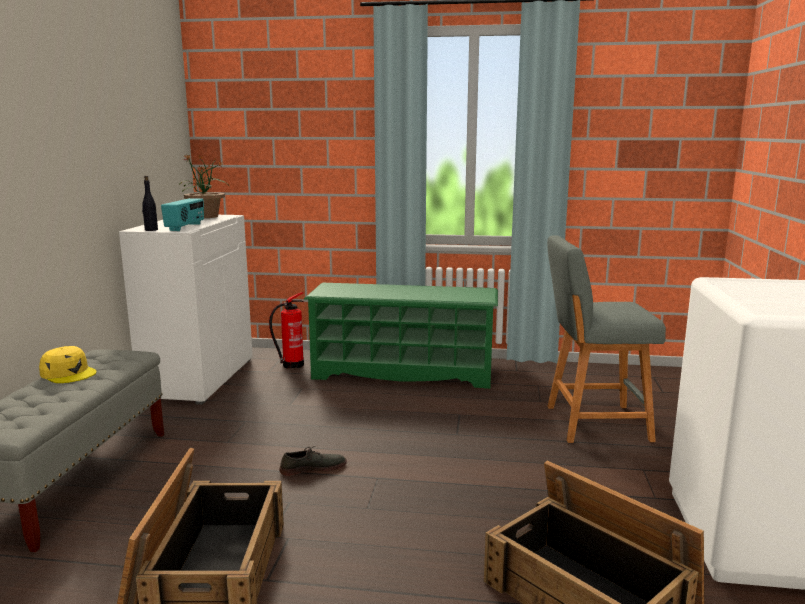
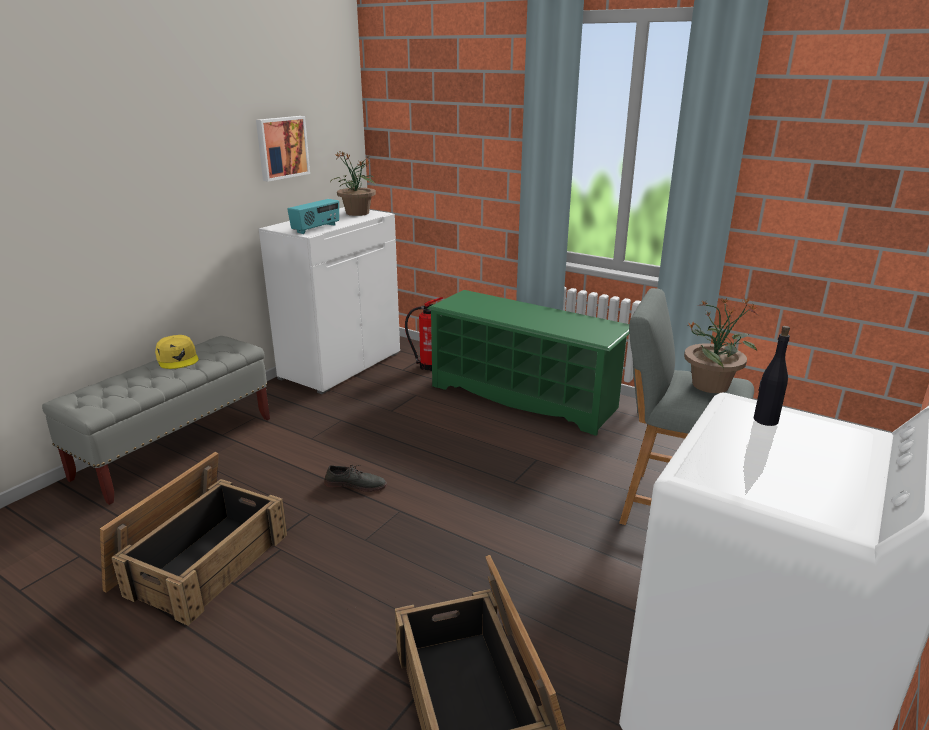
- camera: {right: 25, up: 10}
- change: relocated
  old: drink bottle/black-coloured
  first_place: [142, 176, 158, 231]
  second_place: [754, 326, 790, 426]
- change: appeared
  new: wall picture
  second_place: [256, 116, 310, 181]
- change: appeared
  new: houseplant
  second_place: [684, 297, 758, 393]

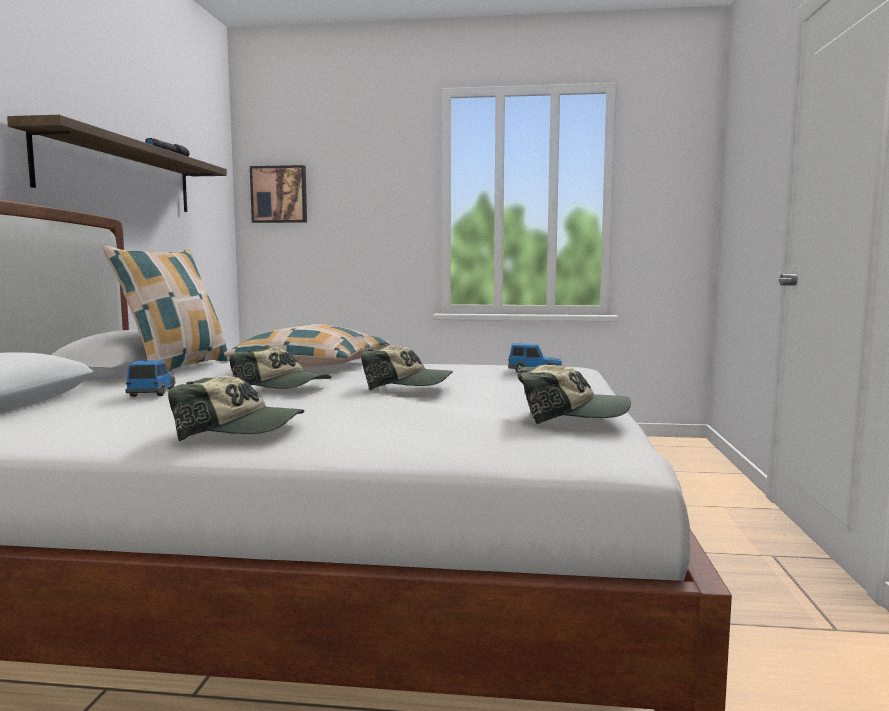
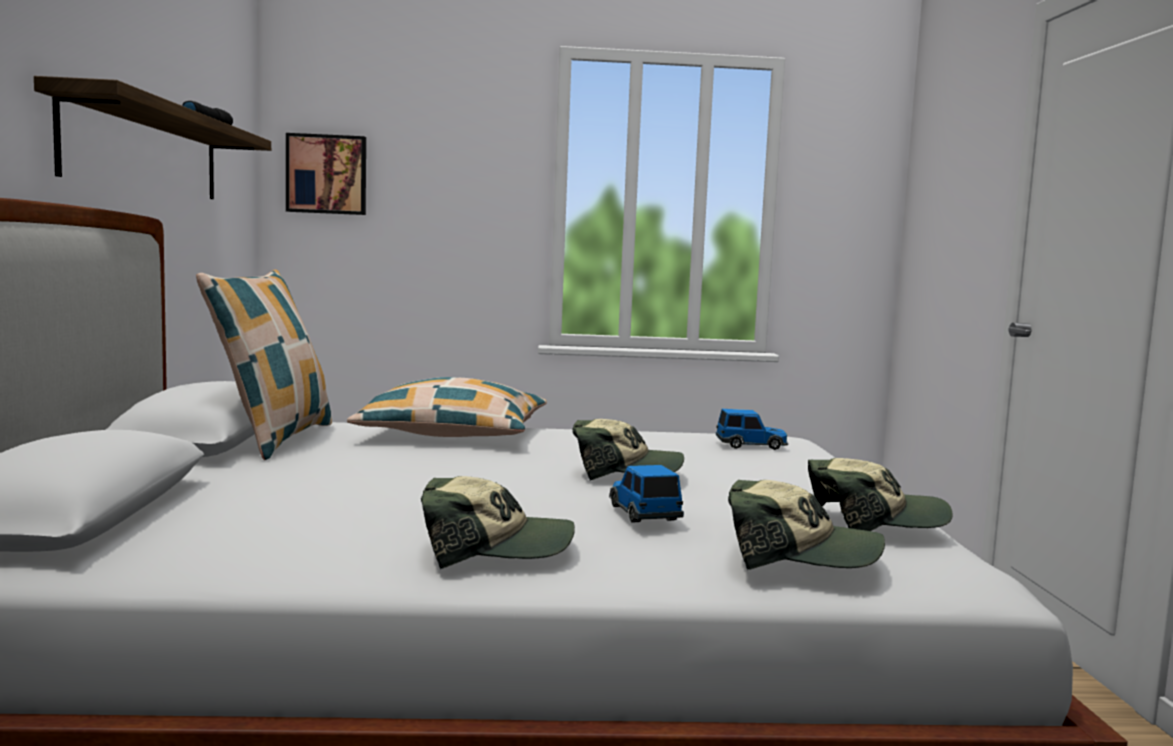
- camera: {right: -10, up: 0}
- change: relocated
  old: model car
  first_place: [125, 360, 176, 397]
  second_place: [609, 465, 684, 523]
- change: relocated
  old: baseball cap
  first_place: [230, 347, 331, 389]
  second_place: [728, 480, 885, 570]

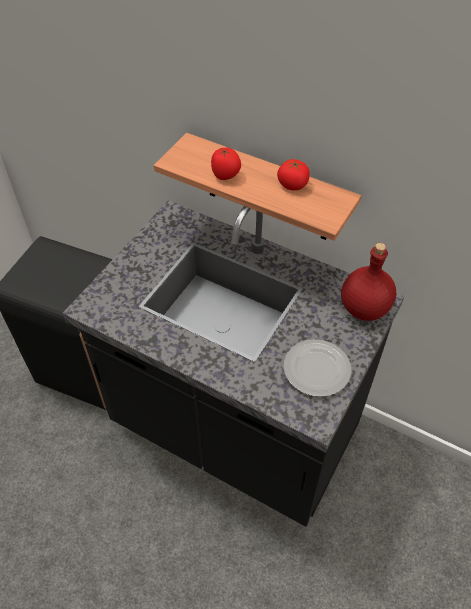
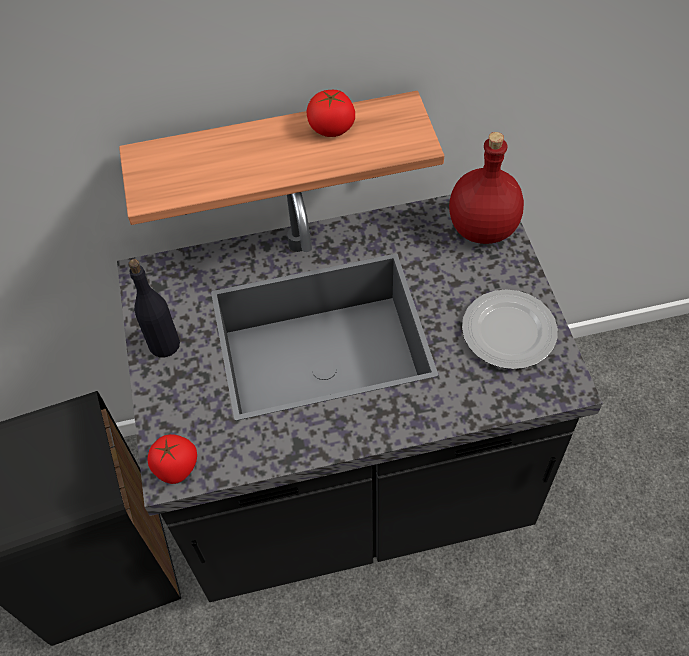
- camera: {right: -40, up: 5}
- change: relocated
  old: tomato
  first_place: [211, 147, 241, 180]
  second_place: [147, 434, 197, 484]
- change: appeared
  new: drink bottle/black-coloured
  second_place: [128, 259, 180, 357]

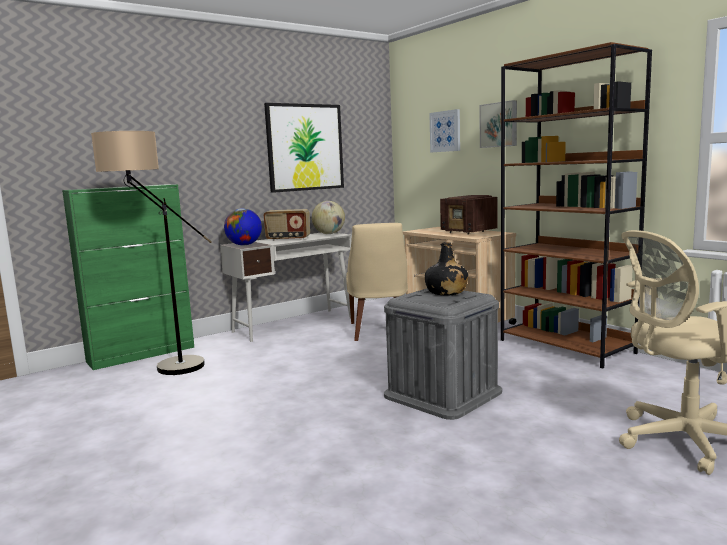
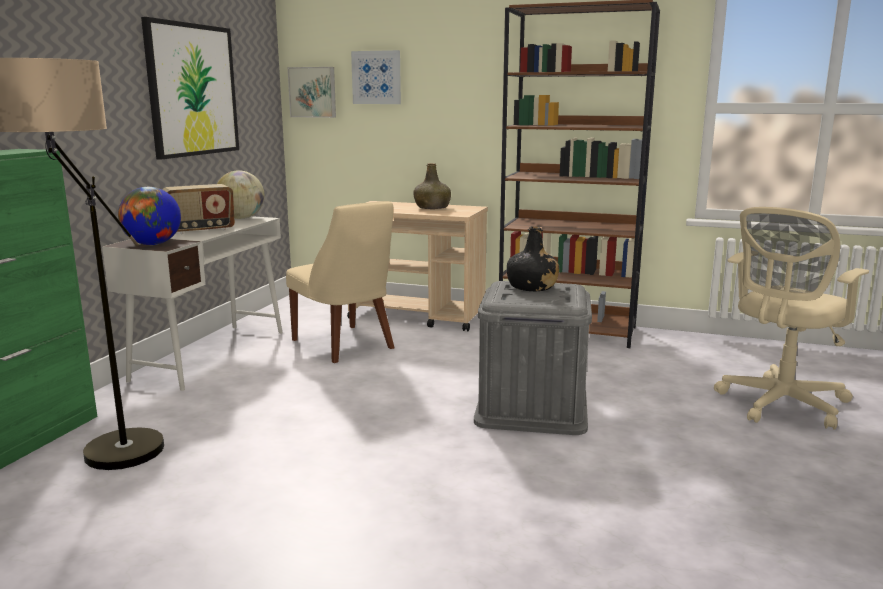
- camera: {right: -35, up: 5}
- change: exchanged
  old: radio
  new: drink bottle/green-coloured
  first_place: [440, 195, 497, 235]
  second_place: [413, 163, 451, 209]
- change: relocated
  old: wall picture
  first_place: [480, 100, 517, 148]
  second_place: [288, 67, 336, 118]

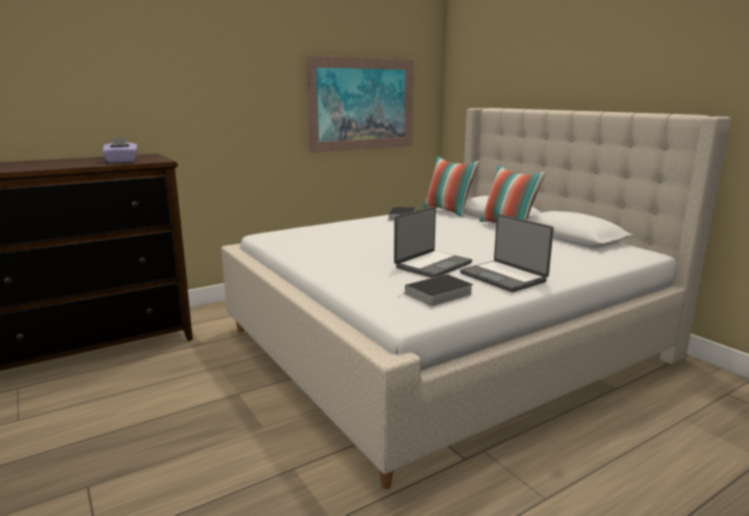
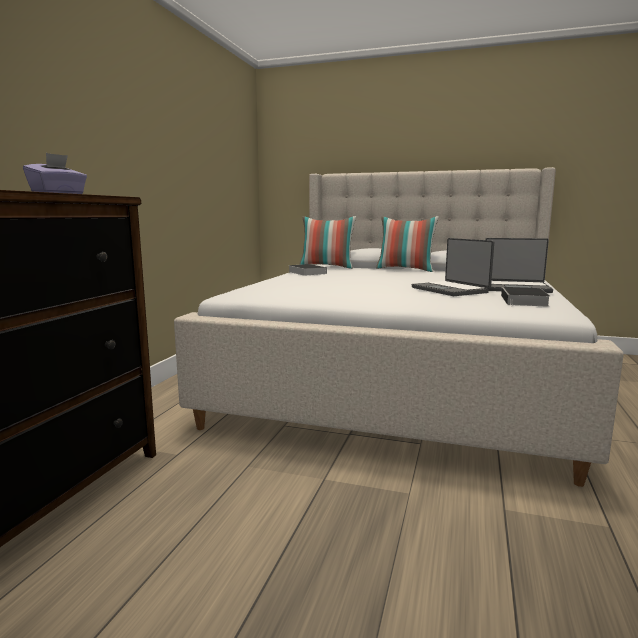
- camera: {right: -40, up: -5}
- change: missing
  old: wall picture
  first_place: [306, 56, 414, 153]
- change: spun
  old: portable computer
  first_place: [394, 206, 472, 278]
  second_place: [412, 238, 494, 296]
  degrees: 150

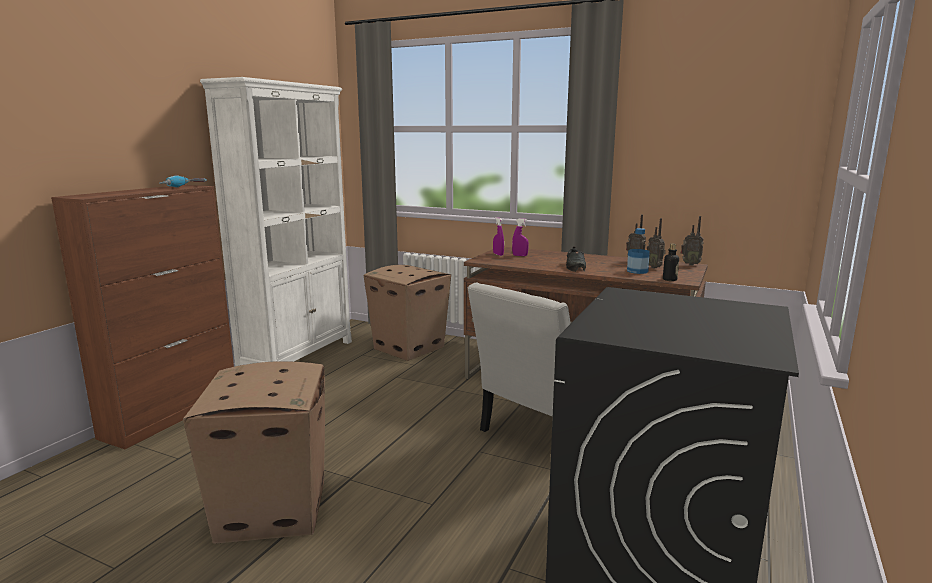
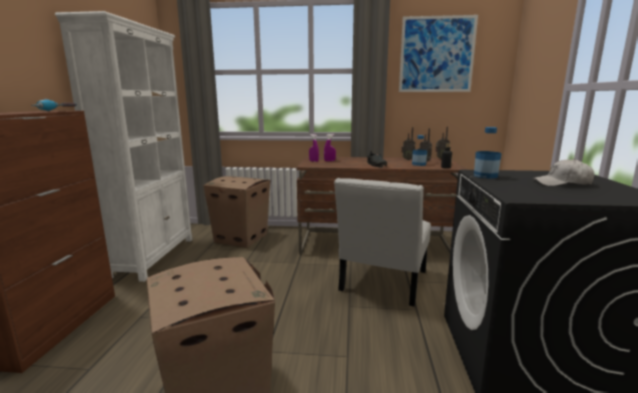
- camera: {right: -20, up: 0}
- change: appeared
  new: wall picture
  second_place: [399, 15, 478, 92]
- change: appeared
  new: drink bottle
  second_place: [474, 127, 501, 179]
- change: appeared
  new: baseball cap/whitish
  second_place: [533, 159, 595, 186]

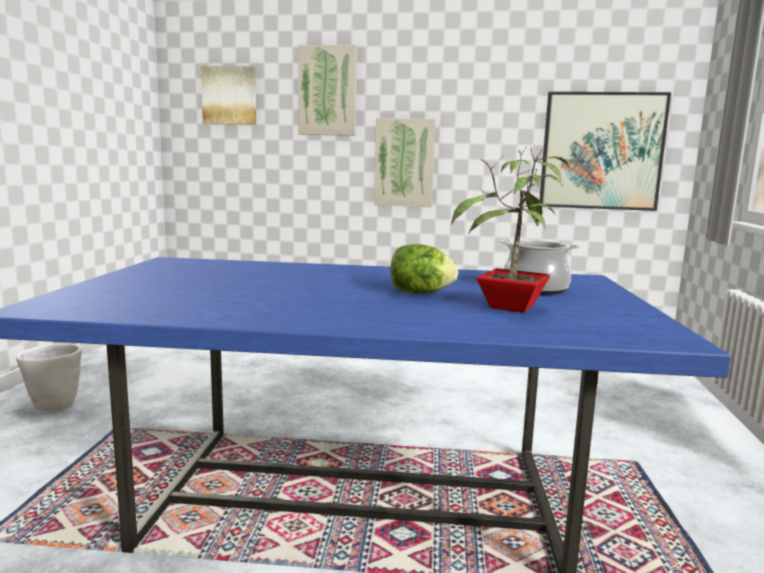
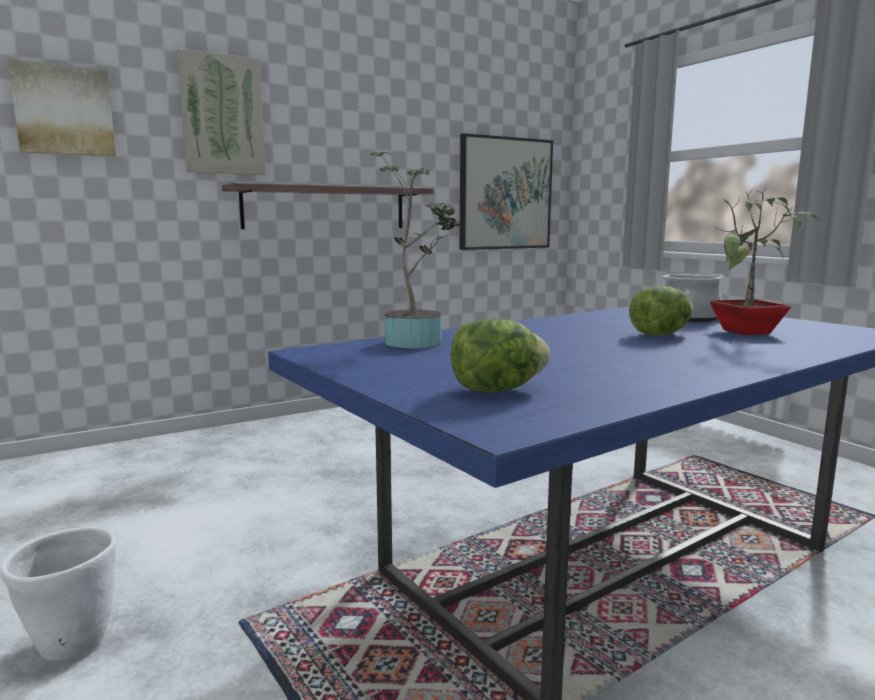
- camera: {right: -40, up: 0}
- change: exchanged
  old: wall picture
  new: shelf
  first_place: [374, 118, 436, 207]
  second_place: [222, 183, 434, 229]
- change: appeared
  new: houseplant
  second_place: [371, 151, 462, 348]
- change: appeared
  new: head of lettuce
  second_place: [451, 318, 550, 392]

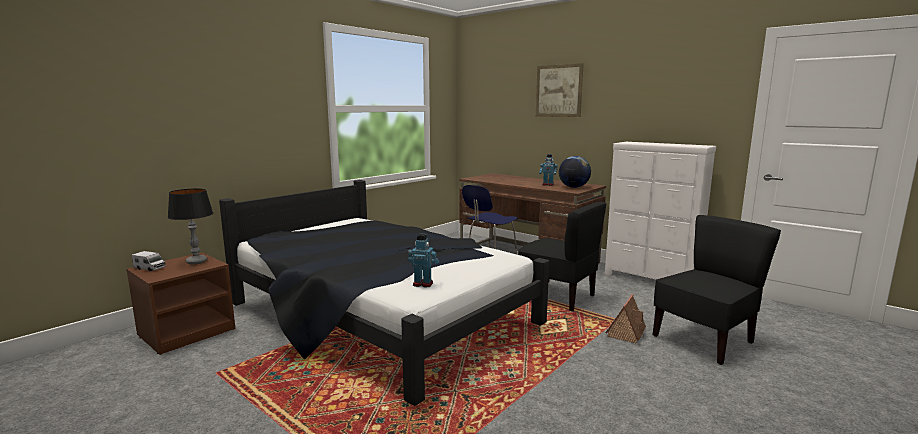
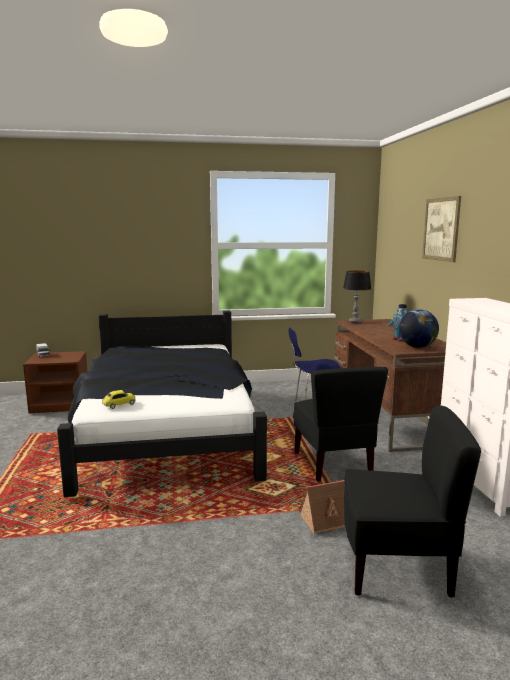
- camera: {right: 40, up: 0}
- change: relocated
  old: table lamp
  first_place: [168, 188, 213, 265]
  second_place: [343, 271, 371, 323]
- change: exchanged
  old: toy robot
  new: model car
  first_place: [408, 234, 439, 288]
  second_place: [102, 390, 136, 409]

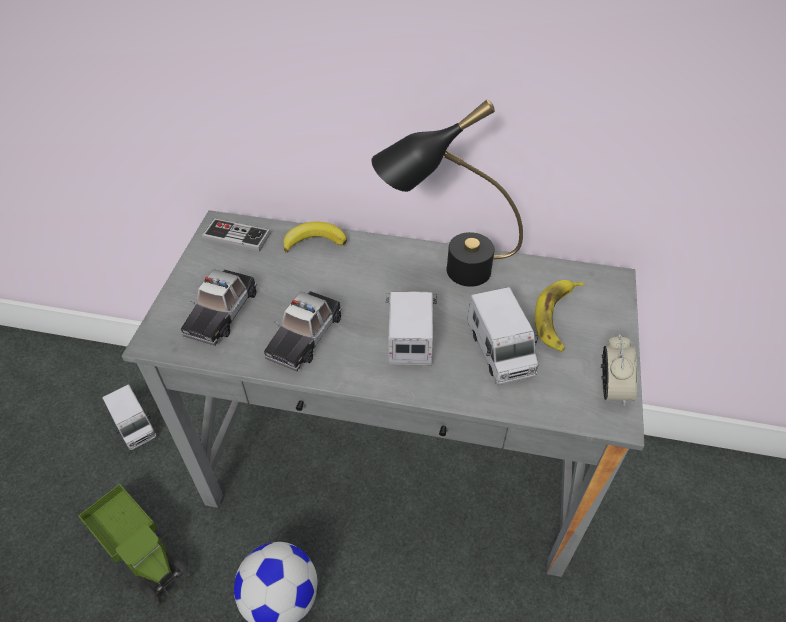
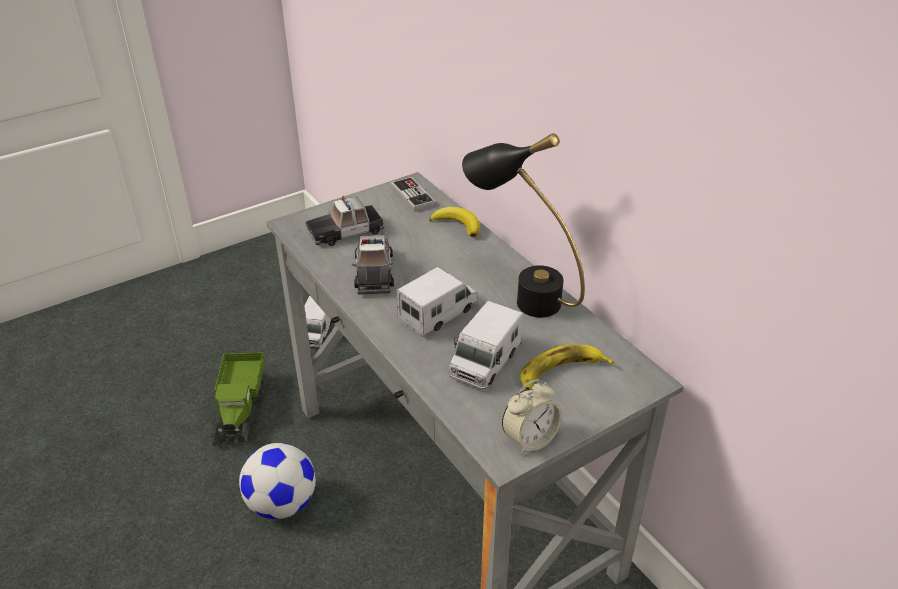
- camera: {right: 45, up: -10}
- change: spun
  old: model car
  first_place: [264, 291, 342, 371]
  second_place: [352, 235, 394, 295]
  degrees: -75

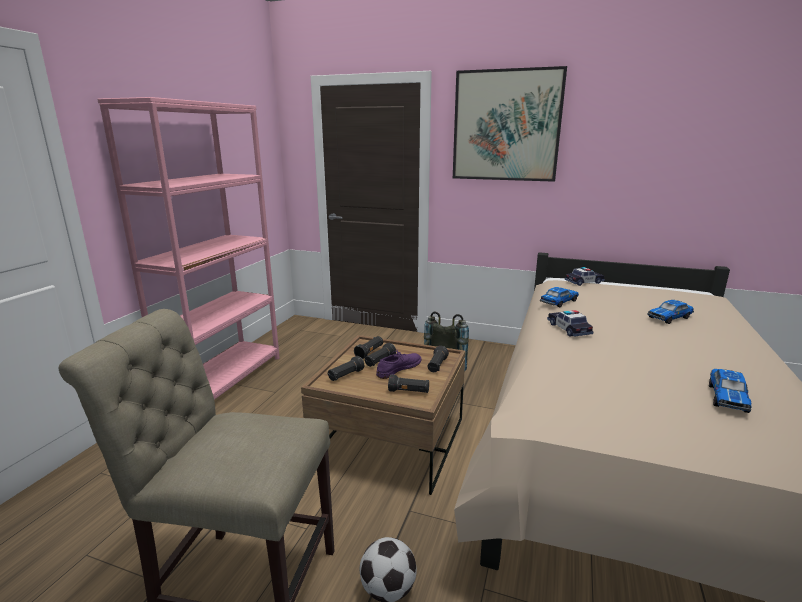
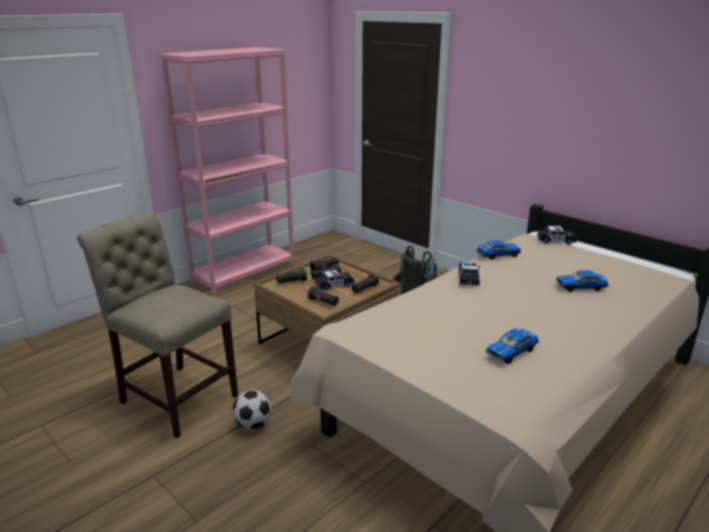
- camera: {right: 25, up: 5}
- change: exchanged
  old: low shoe/purple-coloured
  new: model car
  first_place: [376, 350, 422, 379]
  second_place: [315, 269, 354, 291]
- change: missing
  old: wall picture
  first_place: [453, 66, 567, 182]

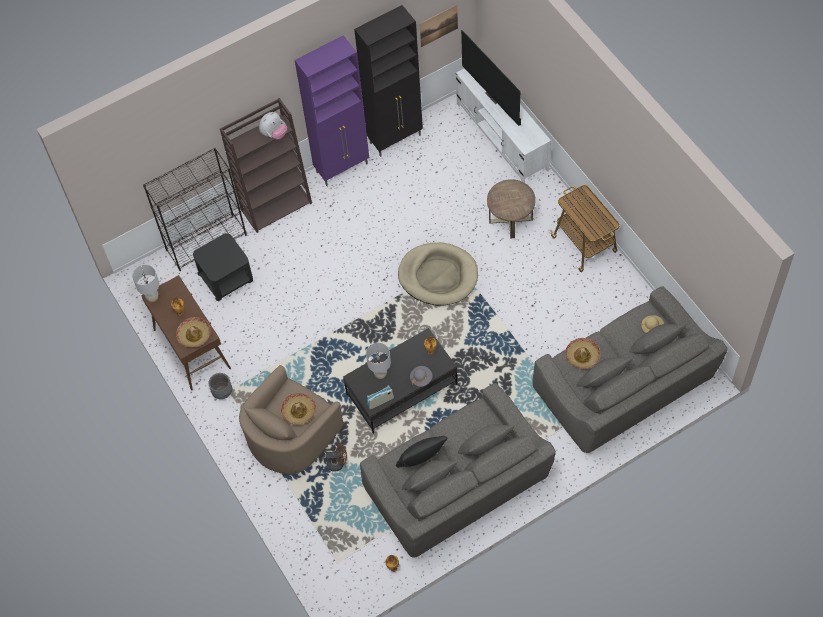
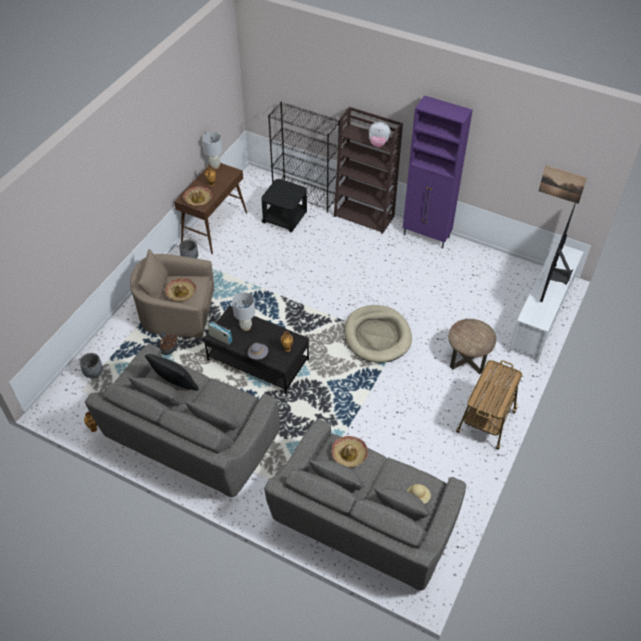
- camera: {right: 55, up: -10}
- change: missing
  old: cabinet/black-coloured
  first_place: [354, 5, 423, 157]
- change: appeared
  new: flower pot/grey
  second_place: [79, 353, 103, 379]

